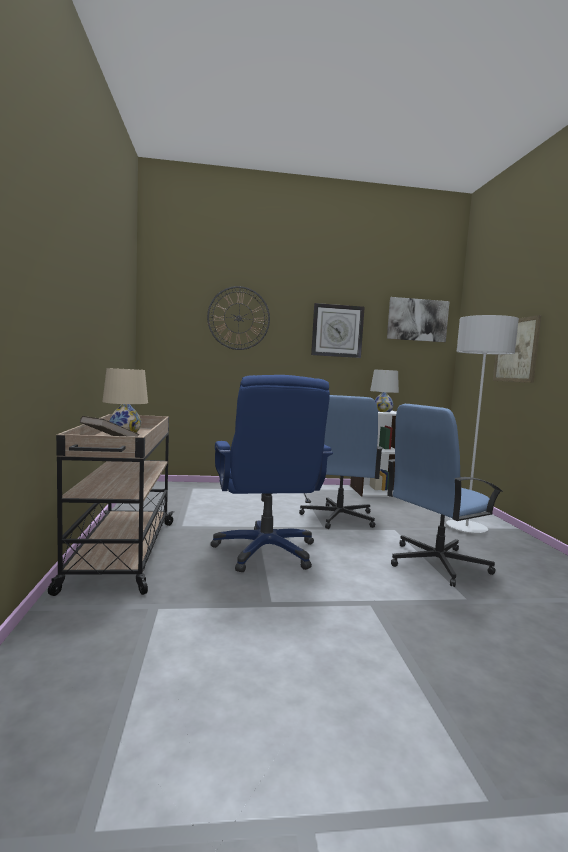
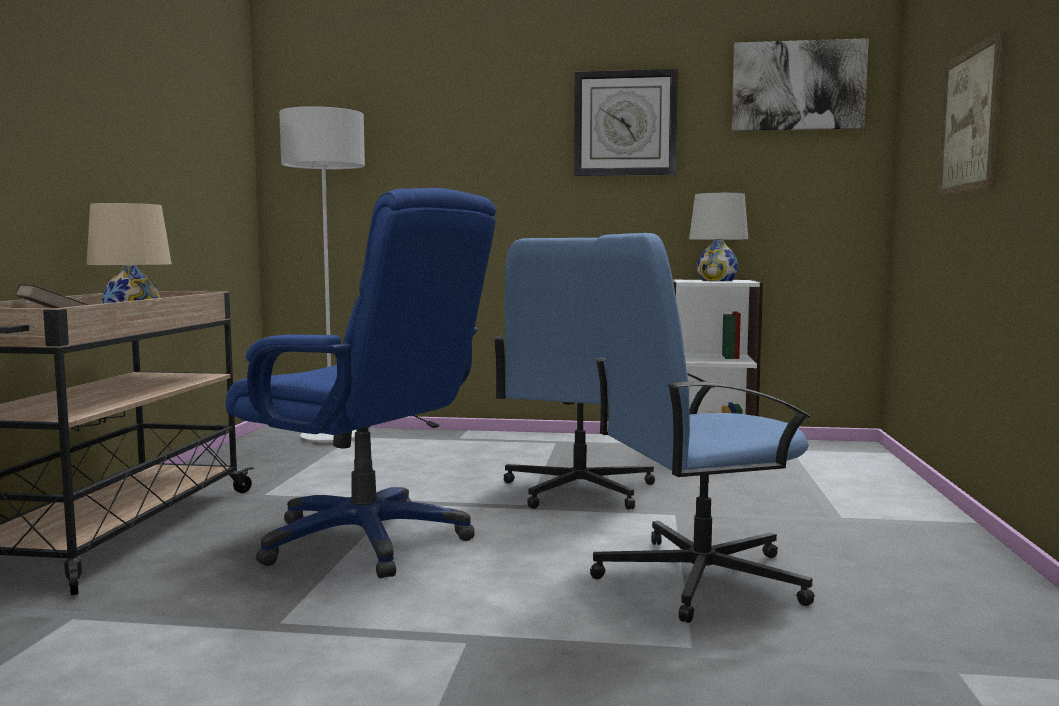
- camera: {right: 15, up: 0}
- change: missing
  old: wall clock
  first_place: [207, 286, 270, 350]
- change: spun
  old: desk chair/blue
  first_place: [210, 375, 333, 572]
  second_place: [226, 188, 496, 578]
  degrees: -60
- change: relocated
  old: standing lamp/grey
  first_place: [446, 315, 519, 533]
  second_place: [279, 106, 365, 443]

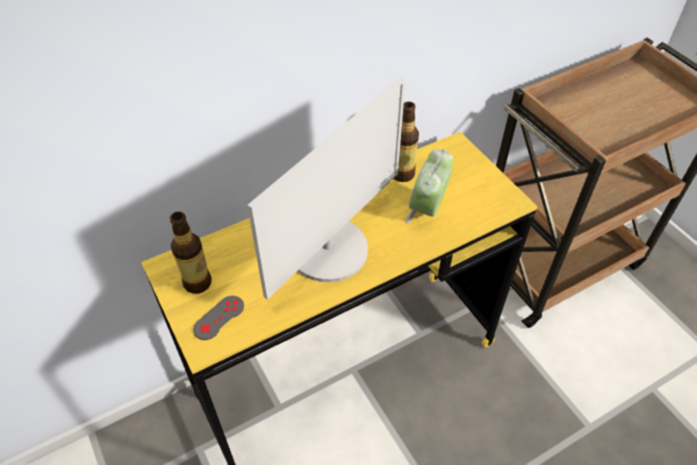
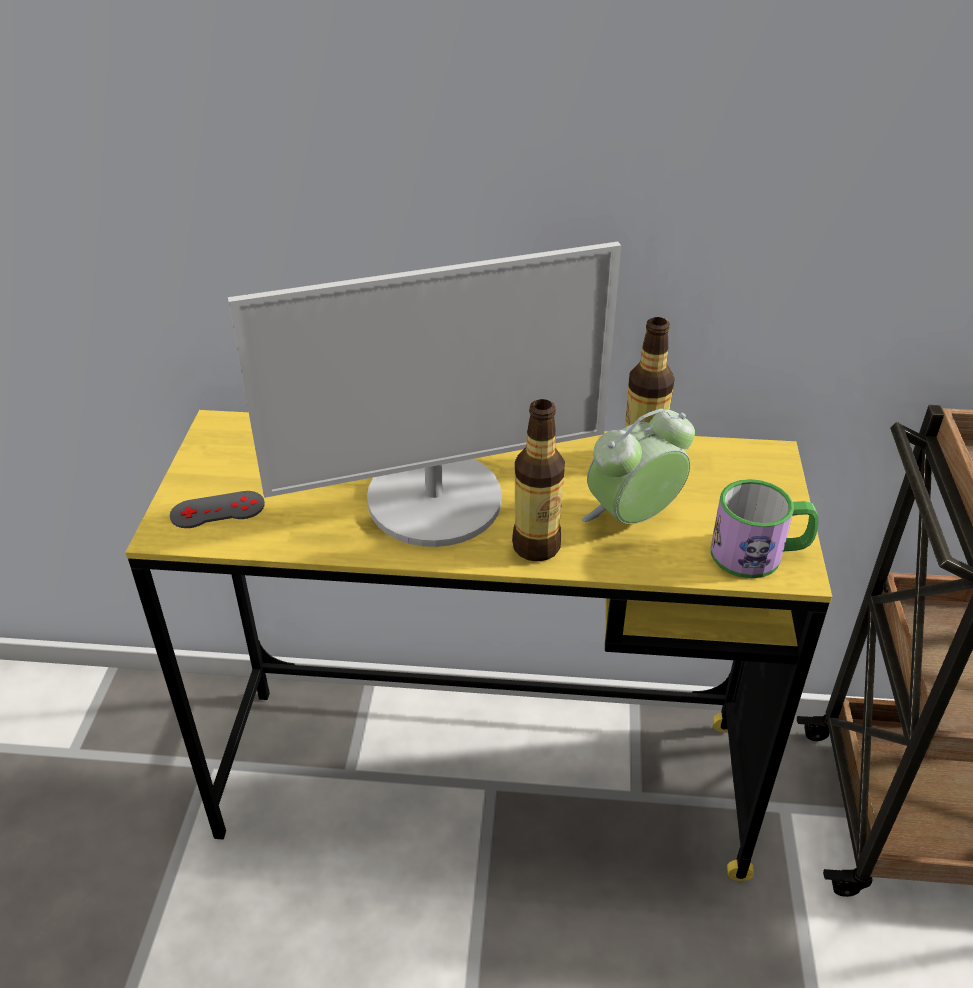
- camera: {right: 35, up: -10}
- change: relocated
  old: drink bottle
  first_place: [170, 212, 212, 294]
  second_place: [512, 399, 565, 562]
- change: appeared
  new: mug
  second_place: [711, 479, 818, 579]

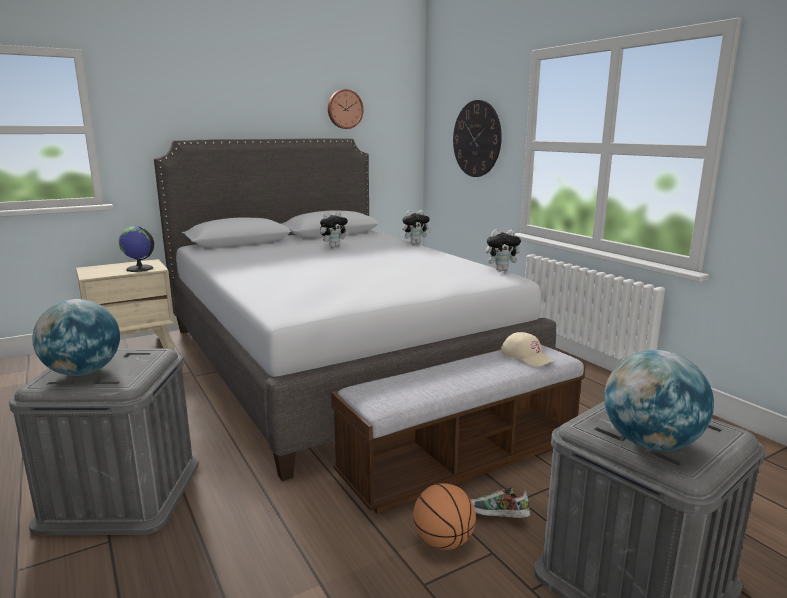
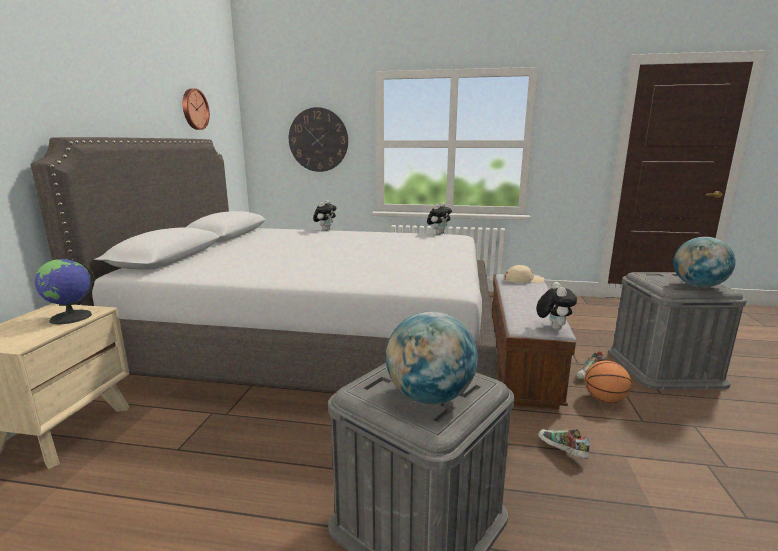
- camera: {right: -50, up: 0}
- change: relocated
  old: soft toy
  first_place: [320, 212, 349, 248]
  second_place: [536, 282, 577, 330]
- change: appeared
  new: low shoe
  second_place: [538, 429, 590, 459]

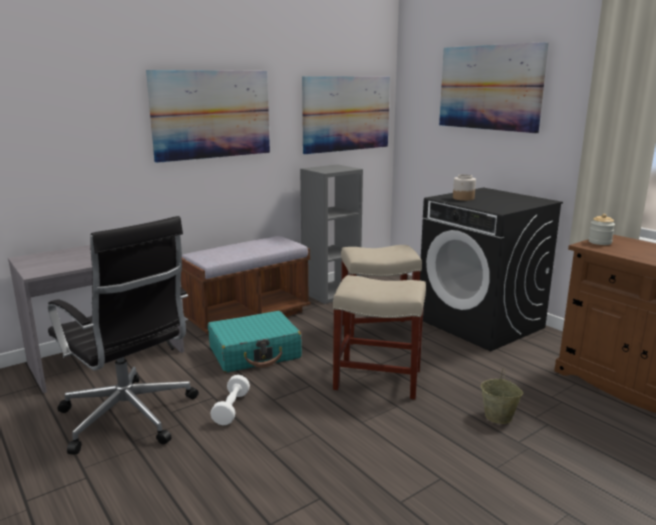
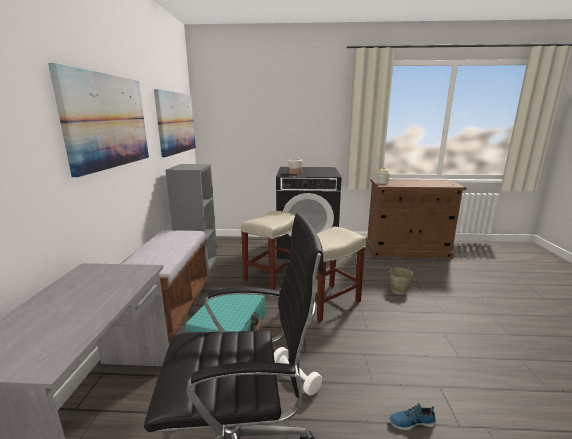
- camera: {right: -50, up: 0}
- change: missing
  old: wall picture
  first_place: [439, 42, 549, 133]
- change: appeared
  new: low shoe
  second_place: [389, 403, 436, 430]

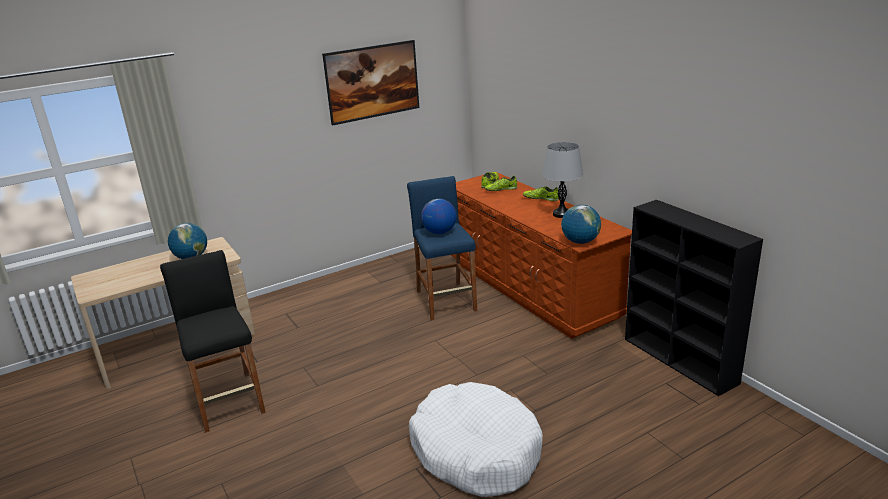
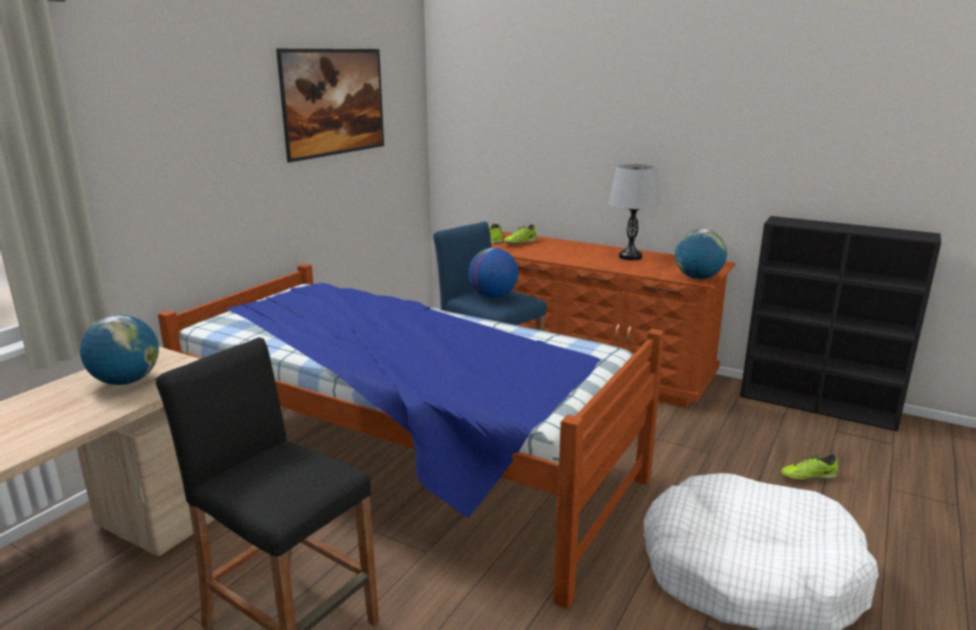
- camera: {right: -30, up: -5}
- change: relocated
  old: low shoe
  first_place: [523, 186, 559, 201]
  second_place: [780, 454, 838, 481]
- change: appeared
  new: bed
  second_place: [158, 264, 664, 609]

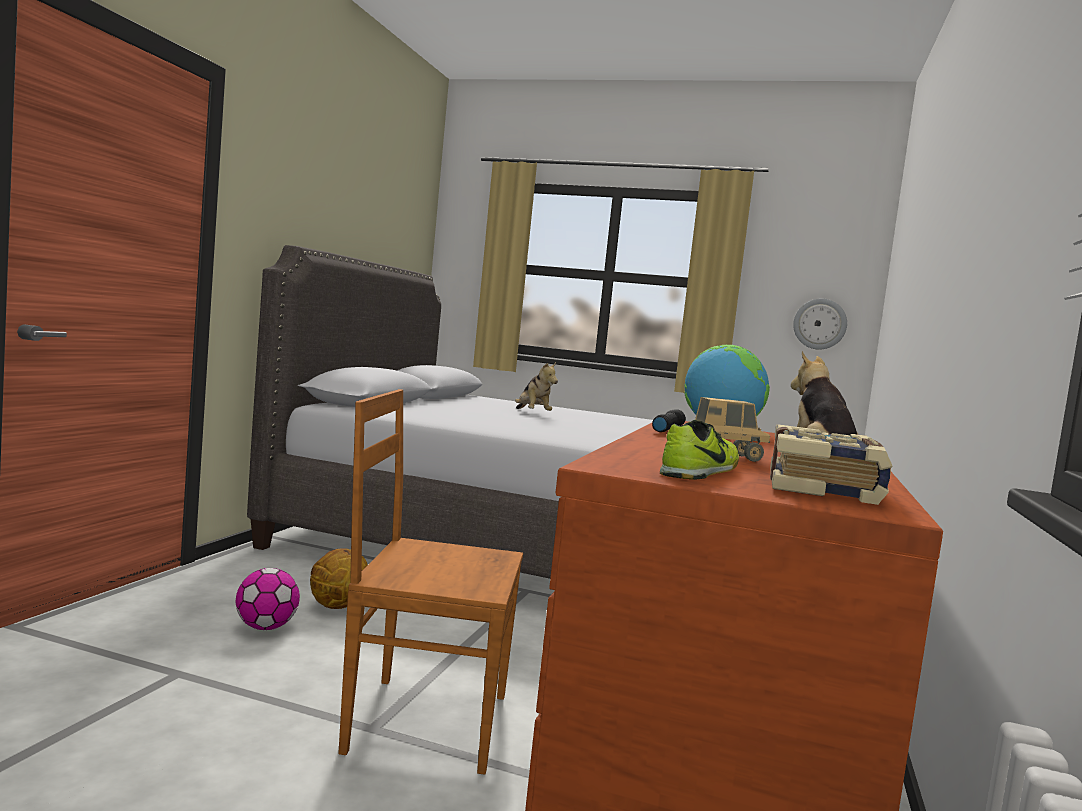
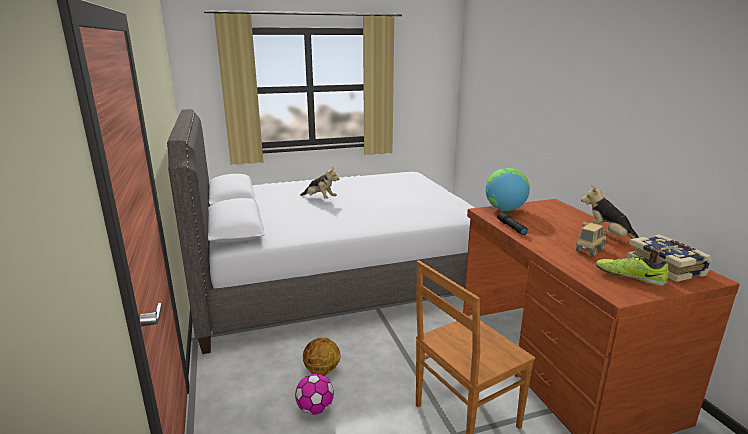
- camera: {right: -35, up: 15}
- change: spun
  old: low shoe
  first_place: [660, 420, 739, 480]
  second_place: [596, 256, 669, 286]
  degrees: -60
- change: missing
  old: wall clock
  first_place: [793, 299, 847, 350]

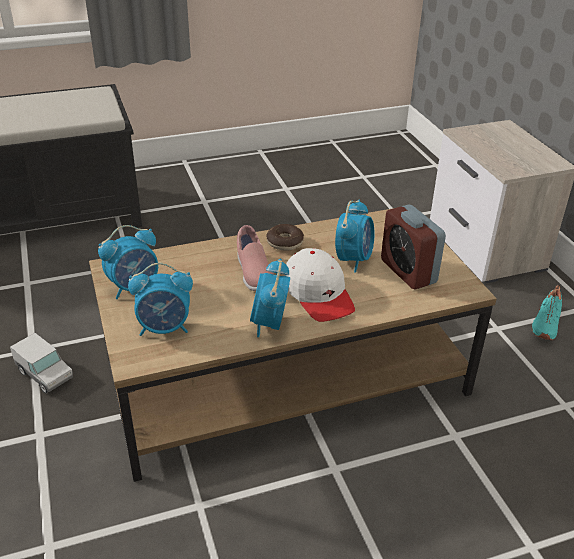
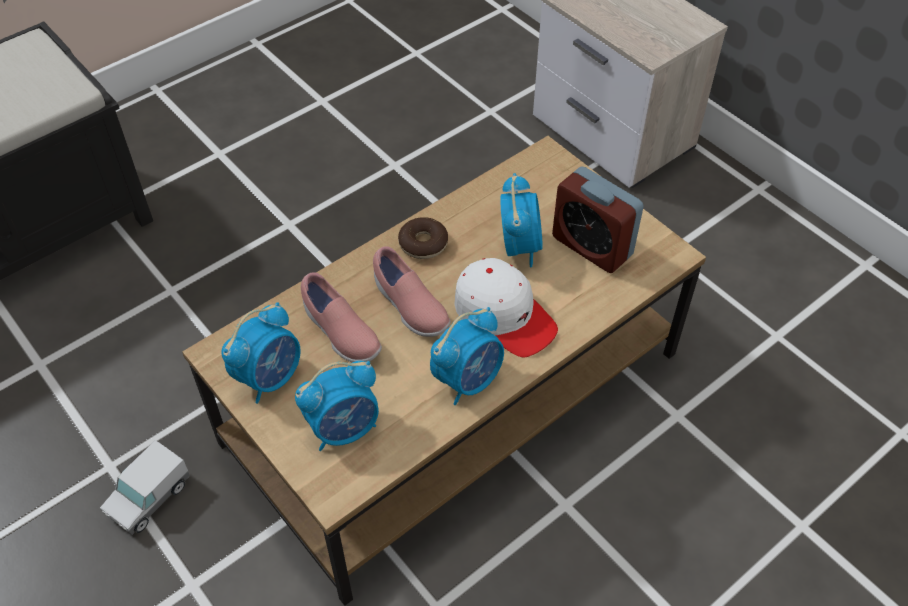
- camera: {right: -20, up: 15}
- change: spun
  old: toy truck
  first_place: [10, 333, 73, 393]
  second_place: [100, 440, 190, 535]
  degrees: 105
- change: spun
  old: bedside clock
  first_place: [250, 259, 290, 337]
  second_place: [430, 307, 504, 405]
  degrees: -120
- change: missing
  old: low shoe/blue-green
  first_place: [532, 285, 562, 340]
- change: appeared
  new: low shoe/pinkish
  second_place: [301, 272, 382, 362]

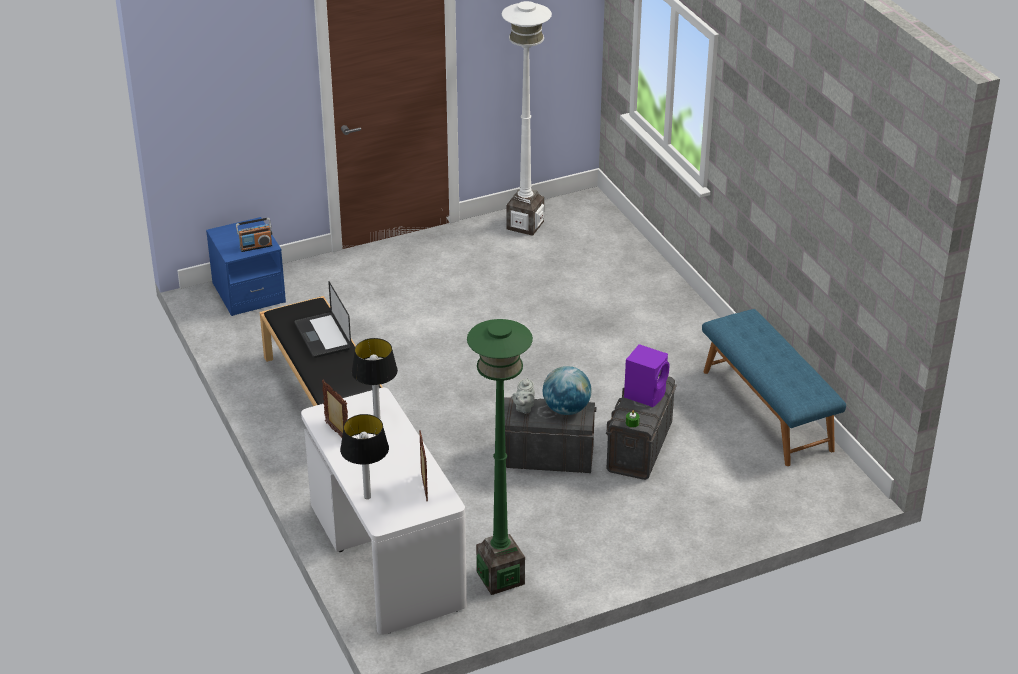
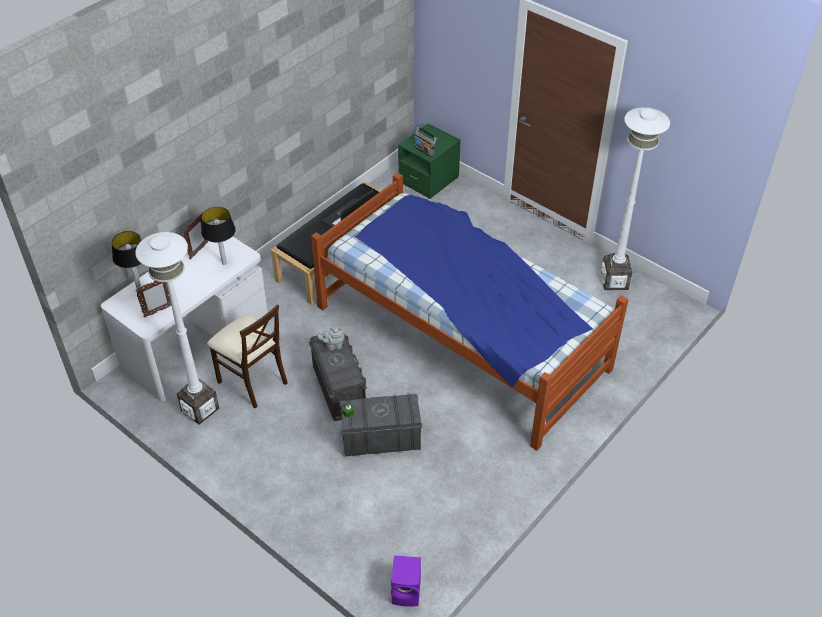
- camera: {right: 65, up: 10}
- change: colour
  old: night table/blue
  new: night table/green-coloured
  first_place: [206, 217, 286, 316]
  second_place: [398, 123, 461, 199]
- change: colour
  old: standing lamp/green-coloured
  new: standing lamp/whitish
  first_place: [467, 319, 533, 595]
  second_place: [135, 232, 219, 425]
- change: missing
  old: desk globe
  first_place: [543, 366, 591, 415]
- change: relocated
  old: speaker/purple-coloured
  first_place: [624, 344, 670, 407]
  second_place: [391, 556, 421, 607]
- change: missing
  old: long seat/blue
  first_place: [702, 309, 846, 466]
- change: appeared
  new: upright chair/sand-coloured
  second_place: [207, 304, 288, 408]
- change: appeared
  new: bed
  second_place: [311, 173, 628, 451]

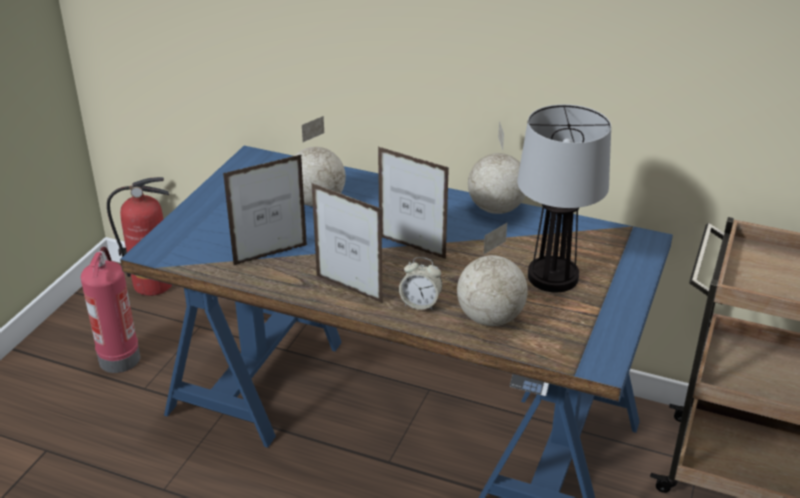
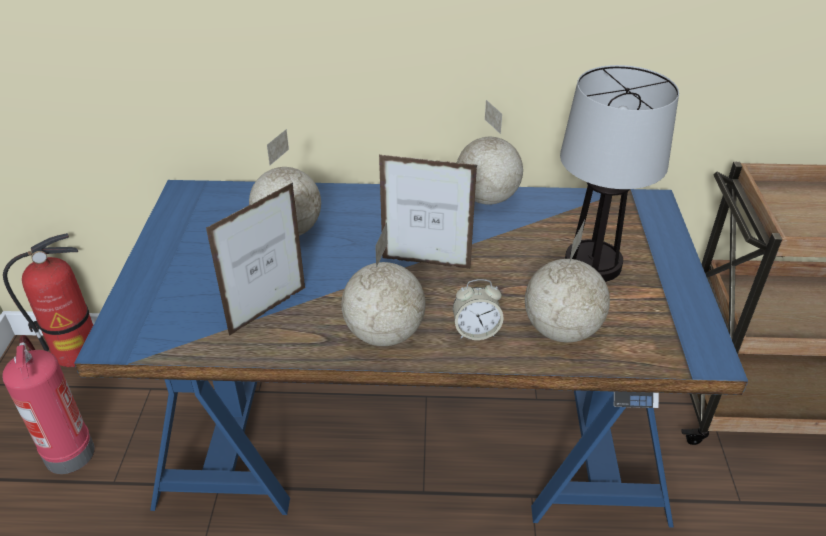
- camera: {right: -20, up: 5}
- change: exchanged
  old: standing frame
  new: desk globe
  first_place: [312, 183, 383, 303]
  second_place: [342, 222, 426, 346]

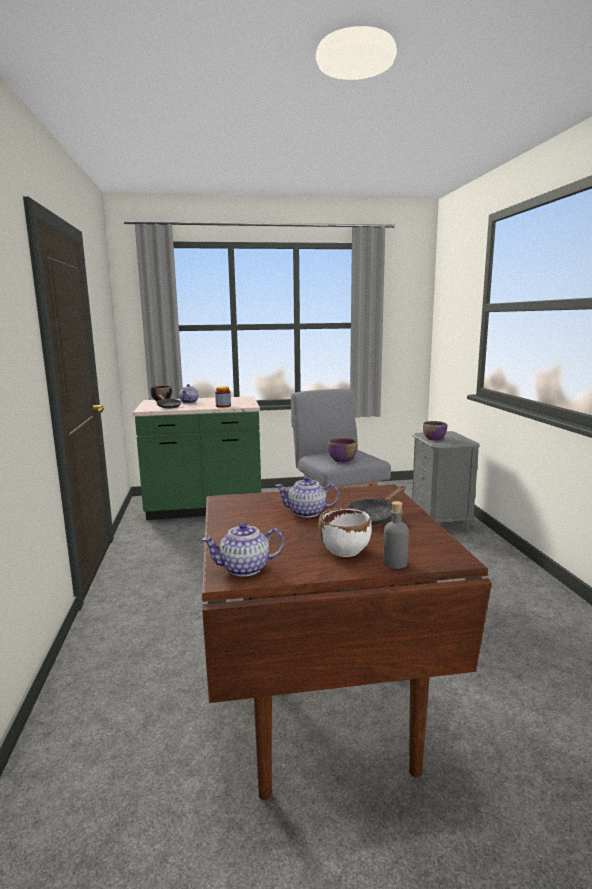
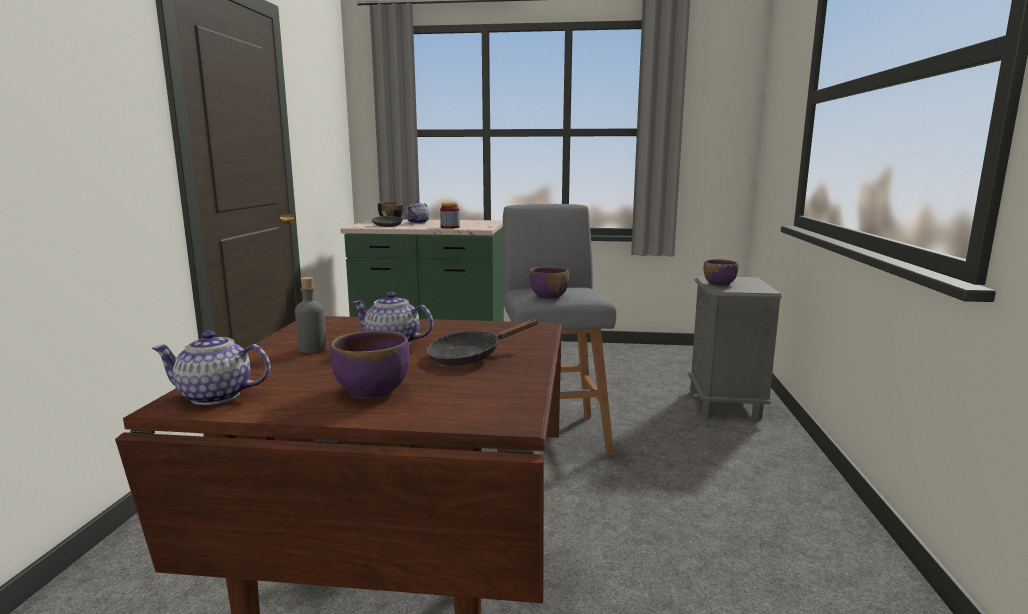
- camera: {right: 15, up: 0}
- change: colour
  old: deep dish/whitish
  new: deep dish/purple-coloured
  first_place: [318, 508, 372, 557]
  second_place: [330, 330, 410, 399]
- change: relocated
  old: drink bottle/grey
  first_place: [383, 501, 409, 569]
  second_place: [295, 277, 327, 353]

